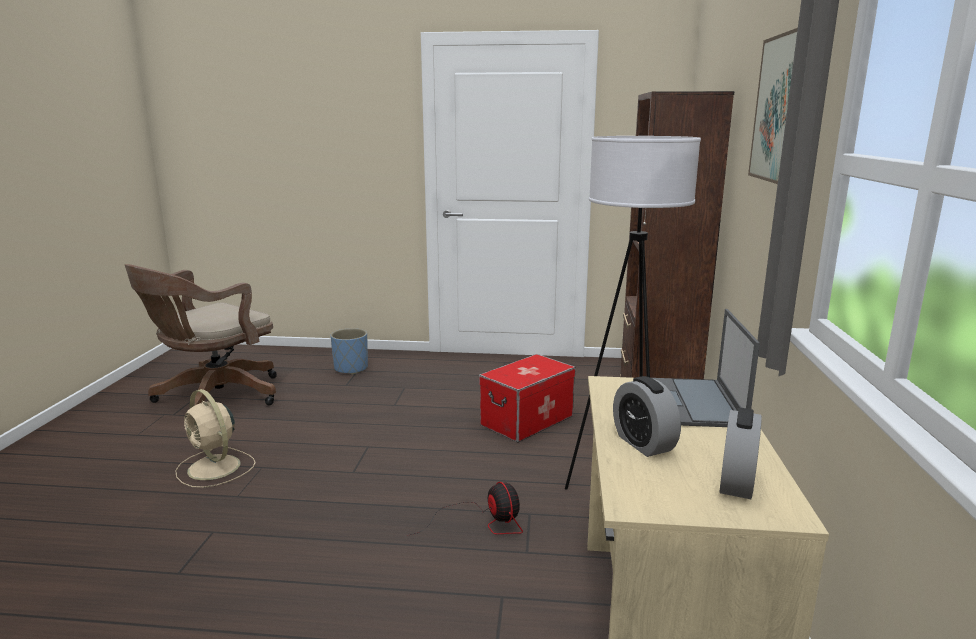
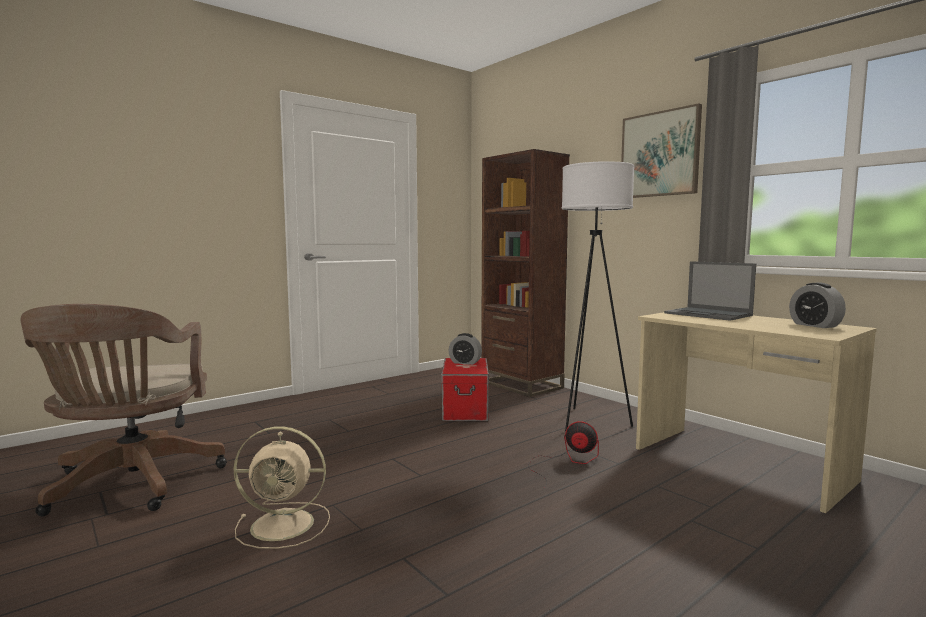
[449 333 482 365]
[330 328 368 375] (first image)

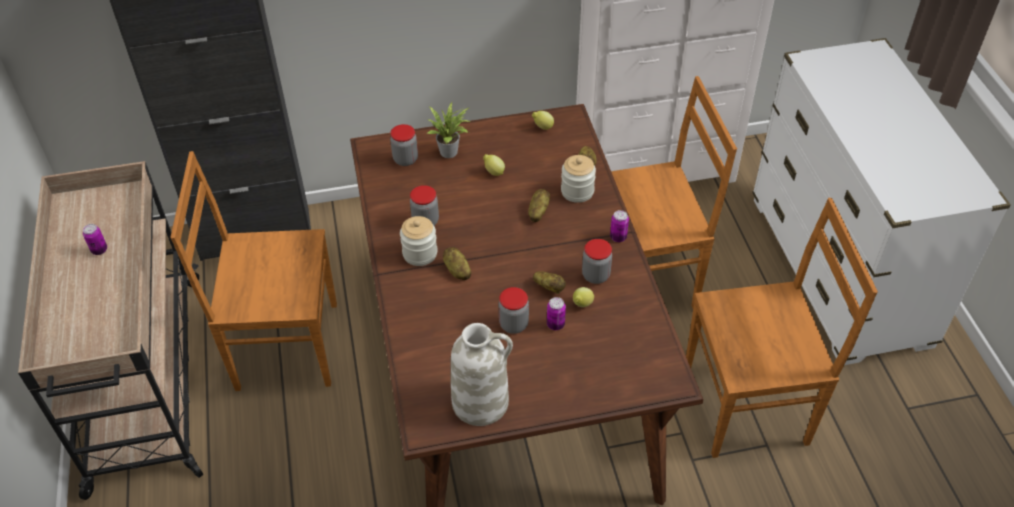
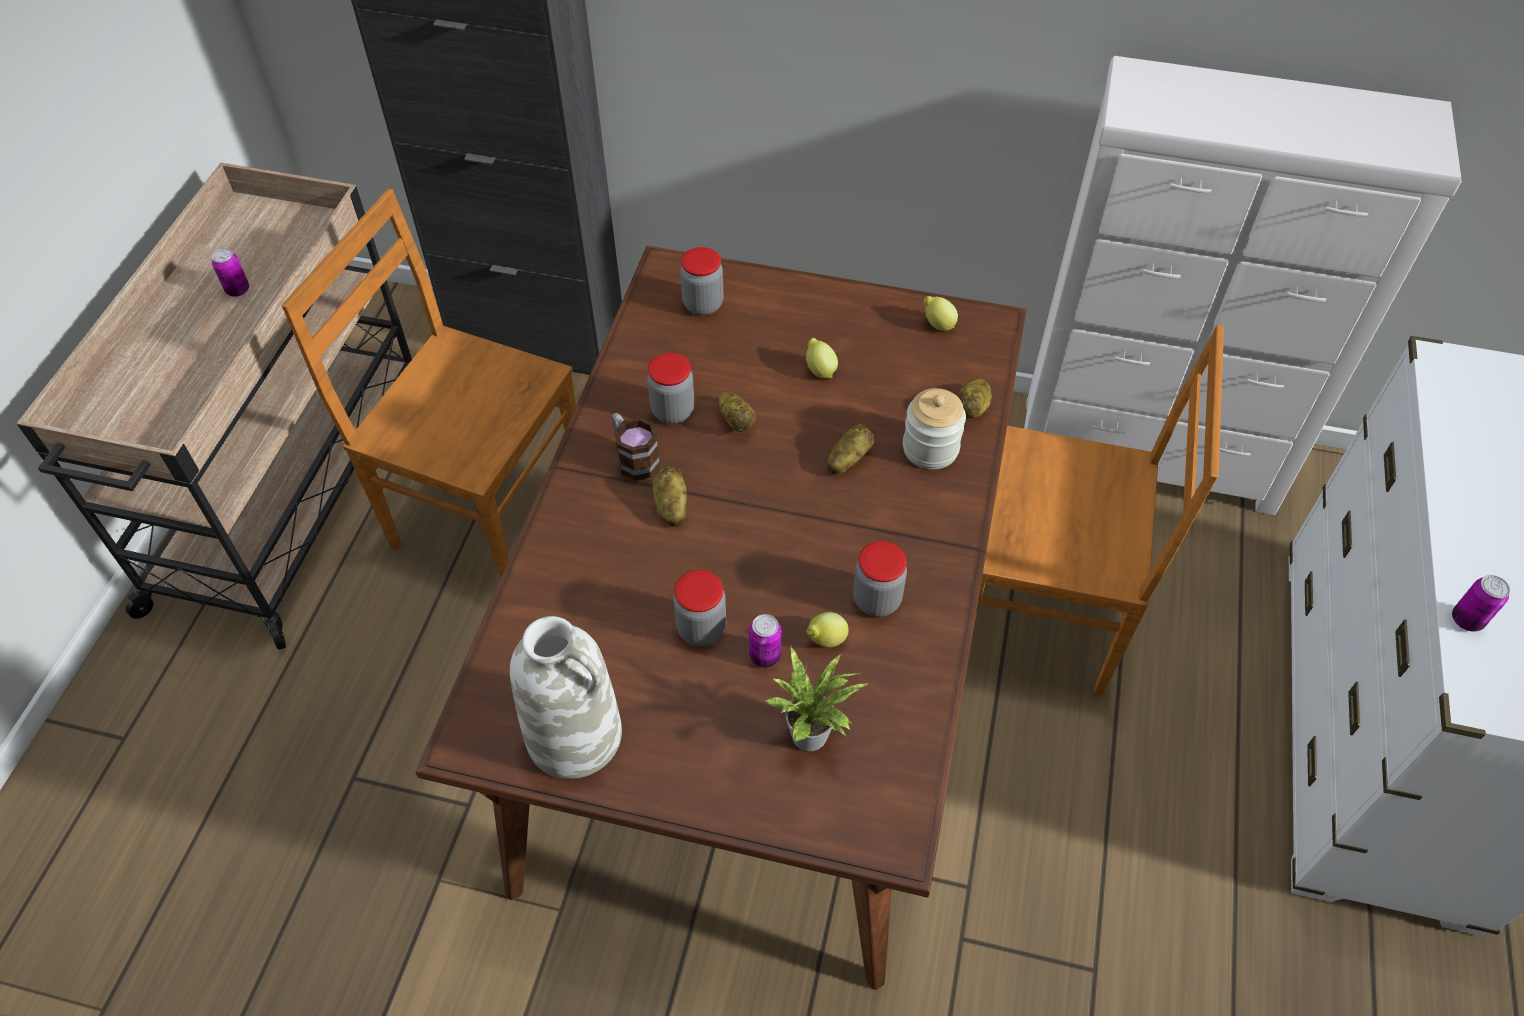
[612 413 661 481]
[718 391 756 433]
[765 647 869 751]
[1452 575 1510 632]
[686 198 878 458] (first image)

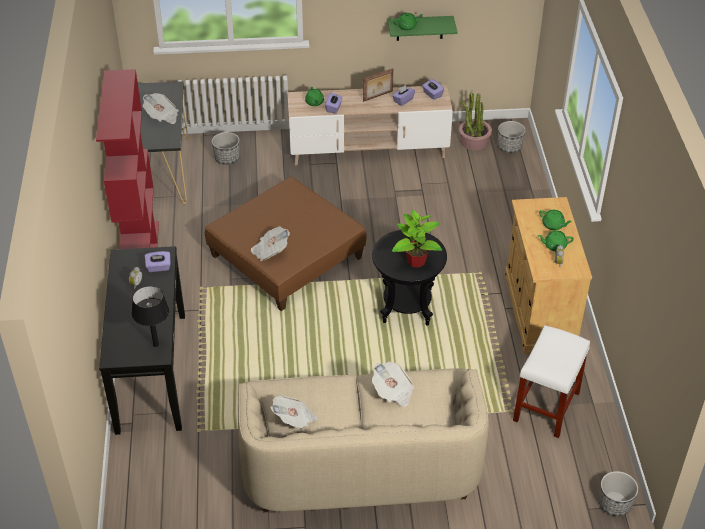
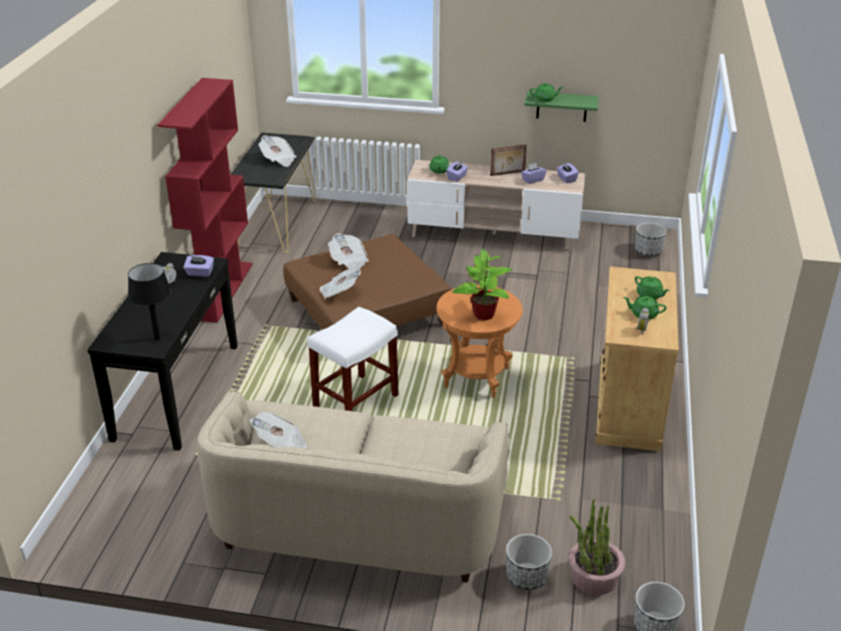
[307 307 399 411]
[328 233 369 270]
[436 285 523 398]
[506 534 552 590]
[569 499 625 595]

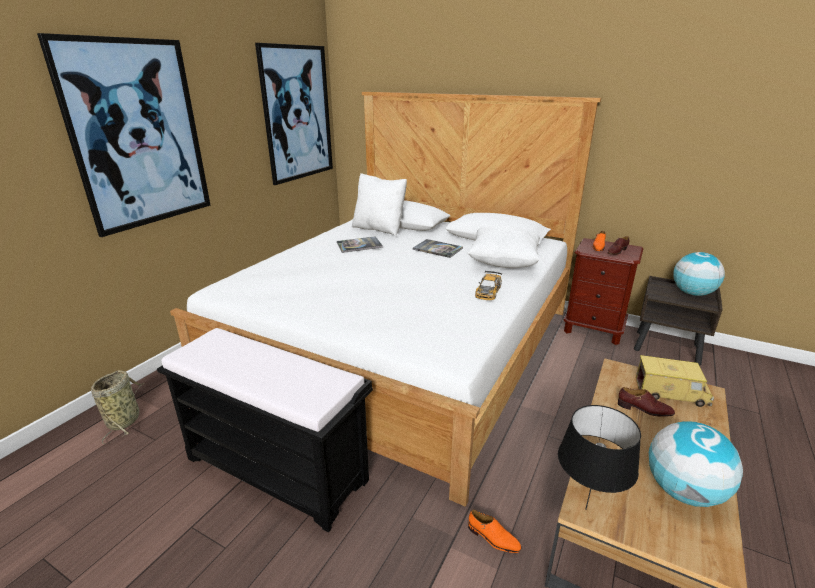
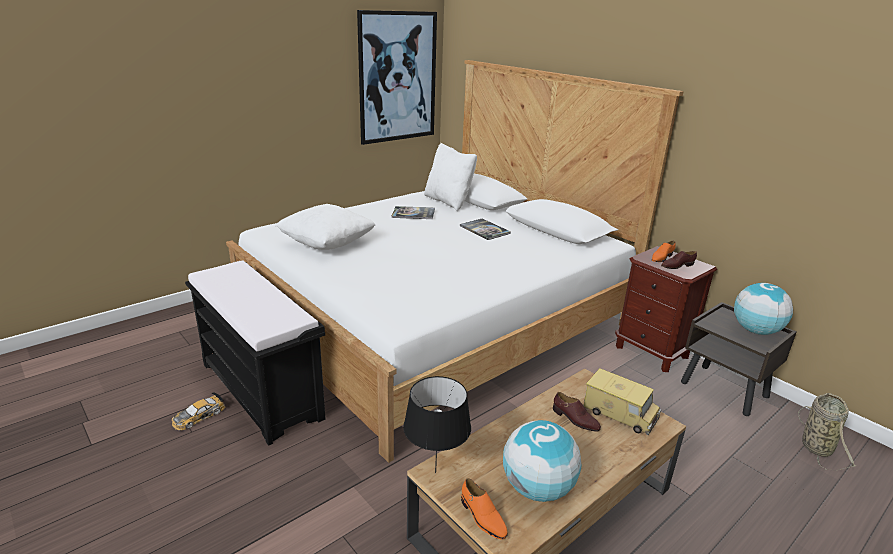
[172 392 225 431]
[275 204 375 250]
[461 478 508 540]
[798 393 855 470]
[37 33 211 237] (first image)

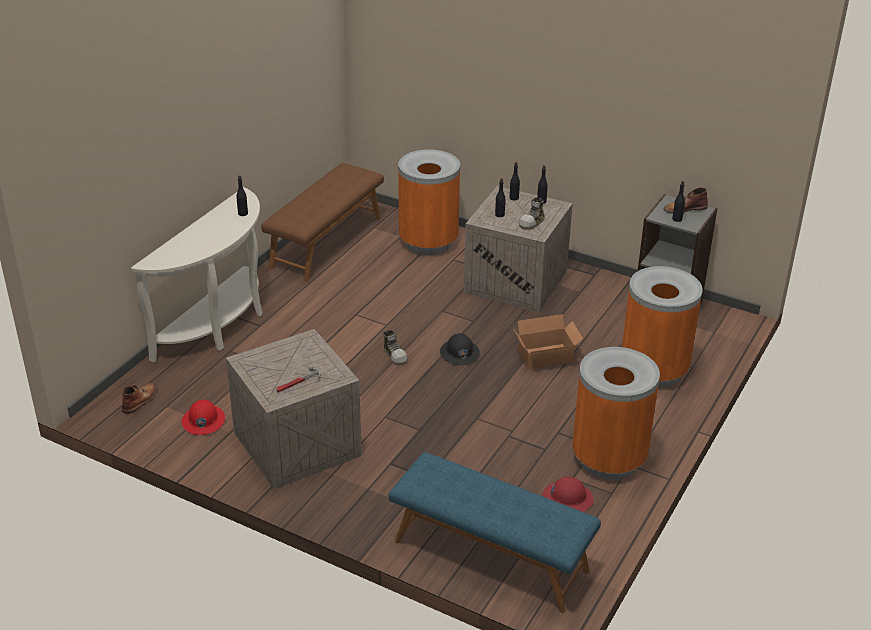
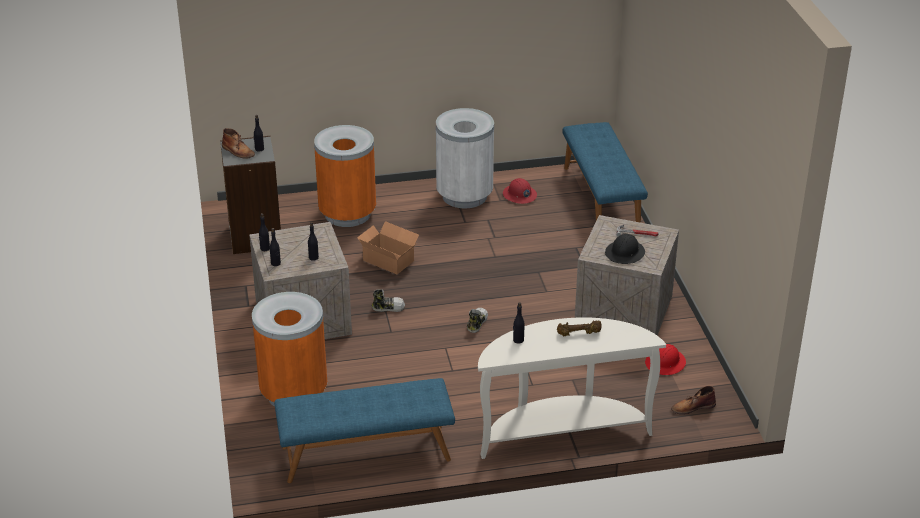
[274 378 455 483]
[372 289 405 312]
[436 108 494 208]
[557 320 602 336]
[605 234 645 264]

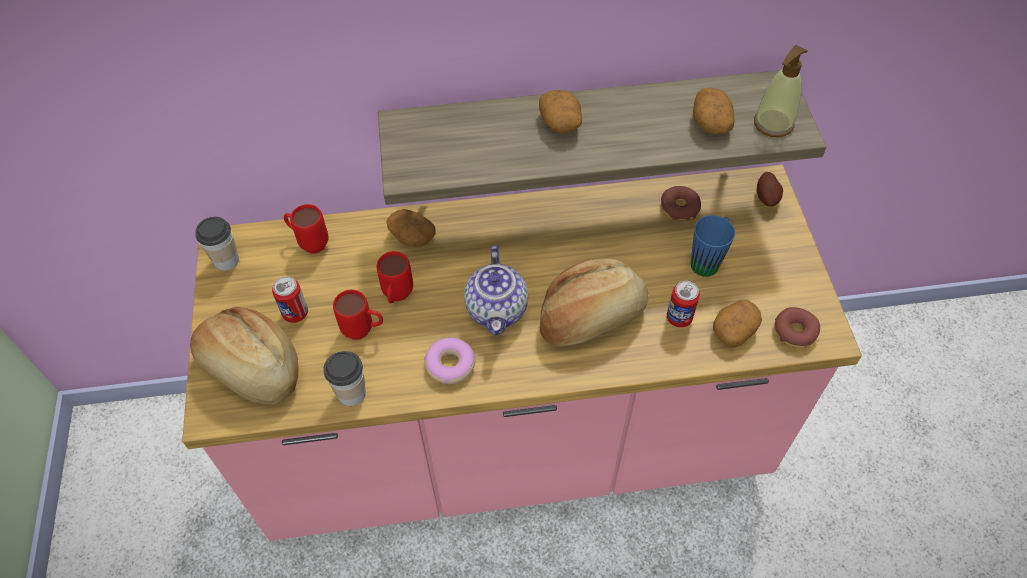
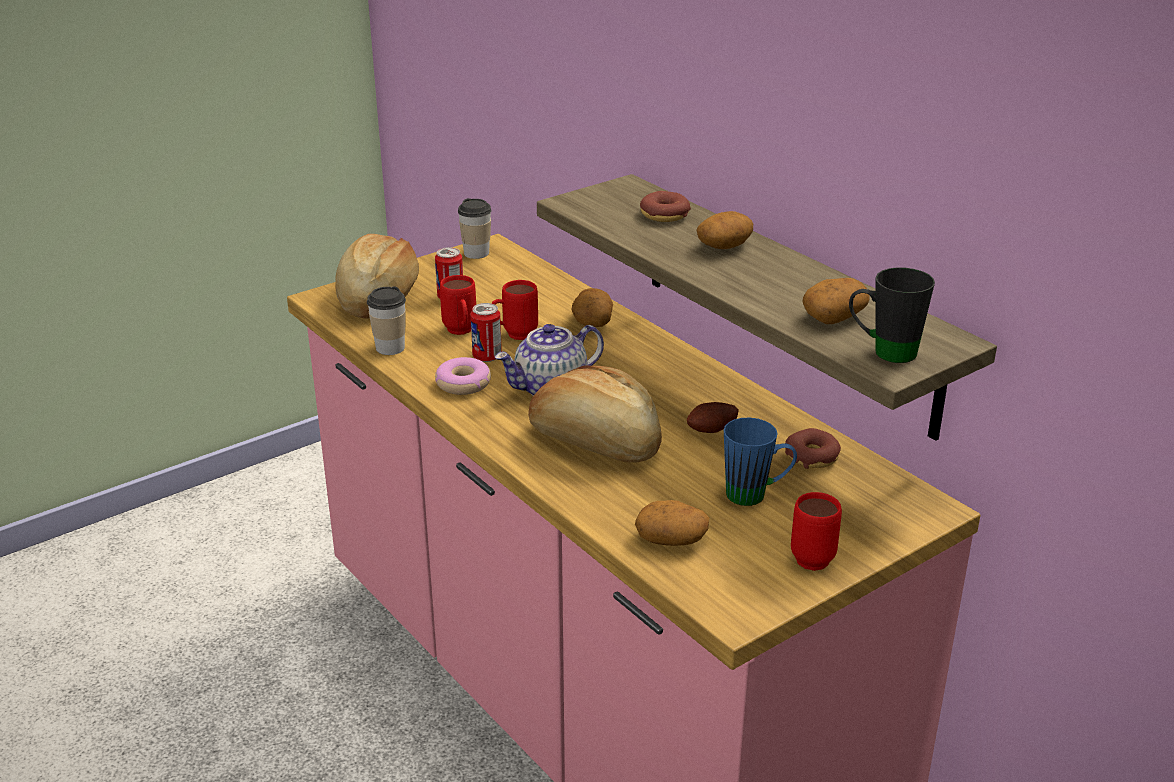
[471 303 502 362]
[640 191 691 222]
[687 402 739 433]
[791 492 842 571]
[849 267 935 363]

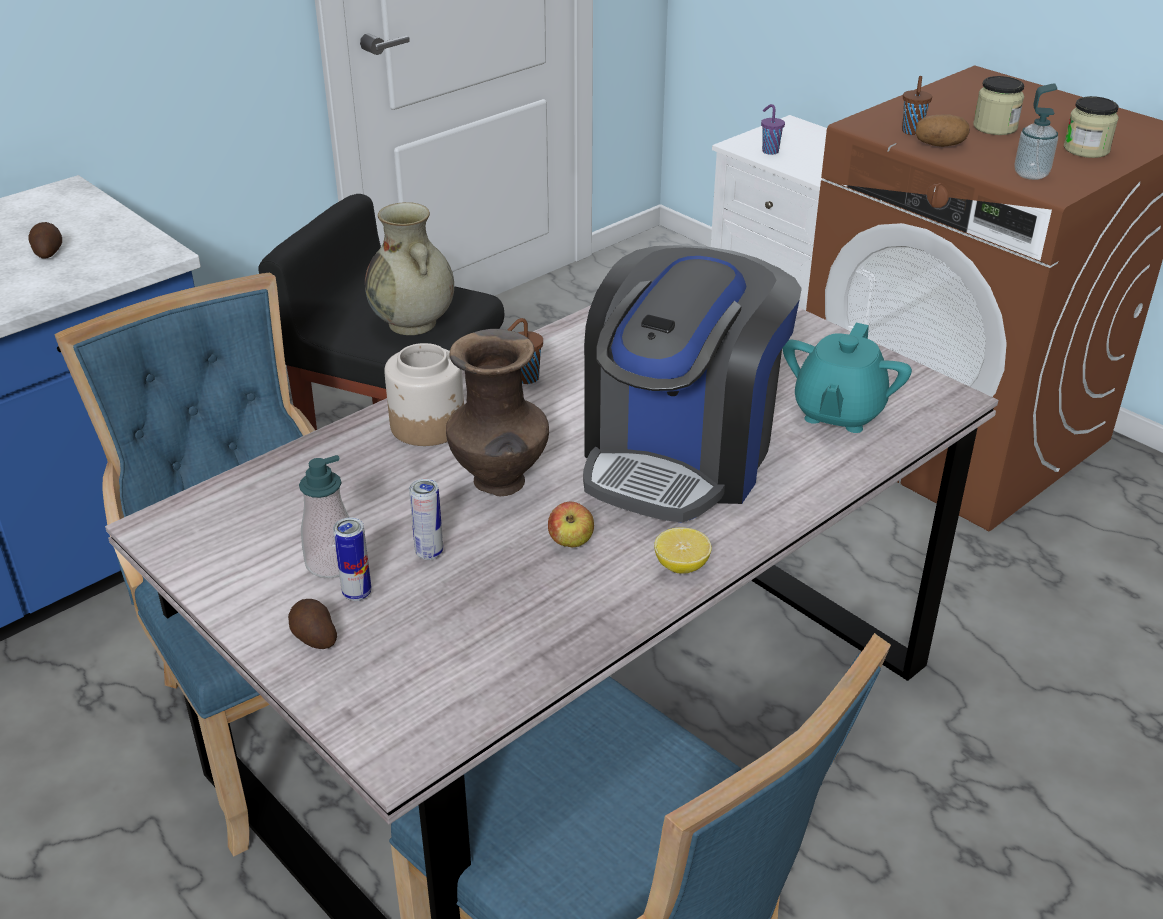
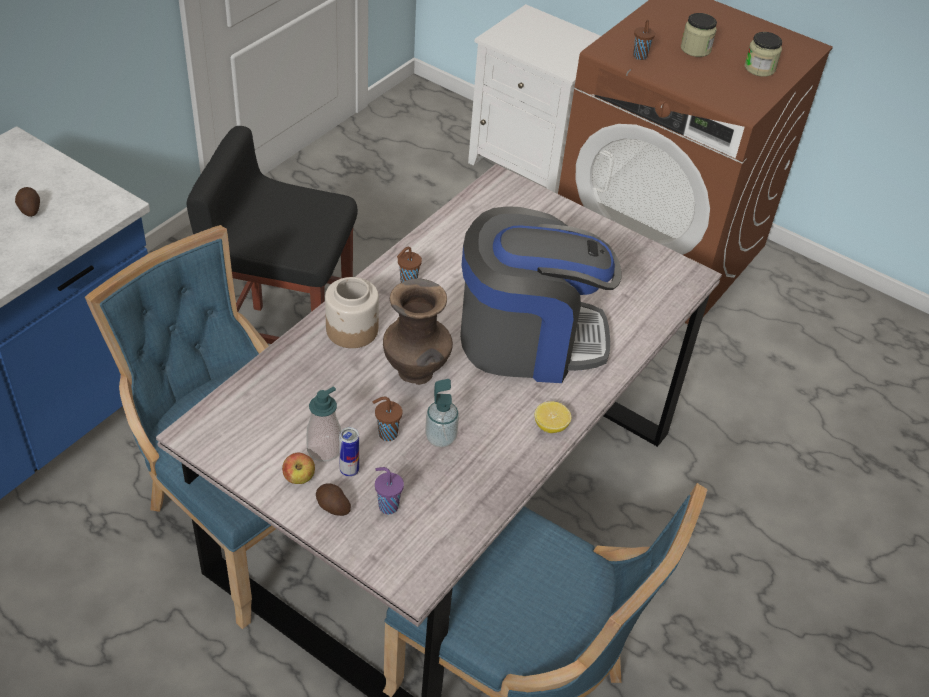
[282 453 315 484]
[373 397 403 441]
[375 467 404 514]
[425 379 459 448]
[460 206 621 383]
[365 202 454 335] (first image)
[783 323 912 433] (first image)
[915 114 970 147] (first image)

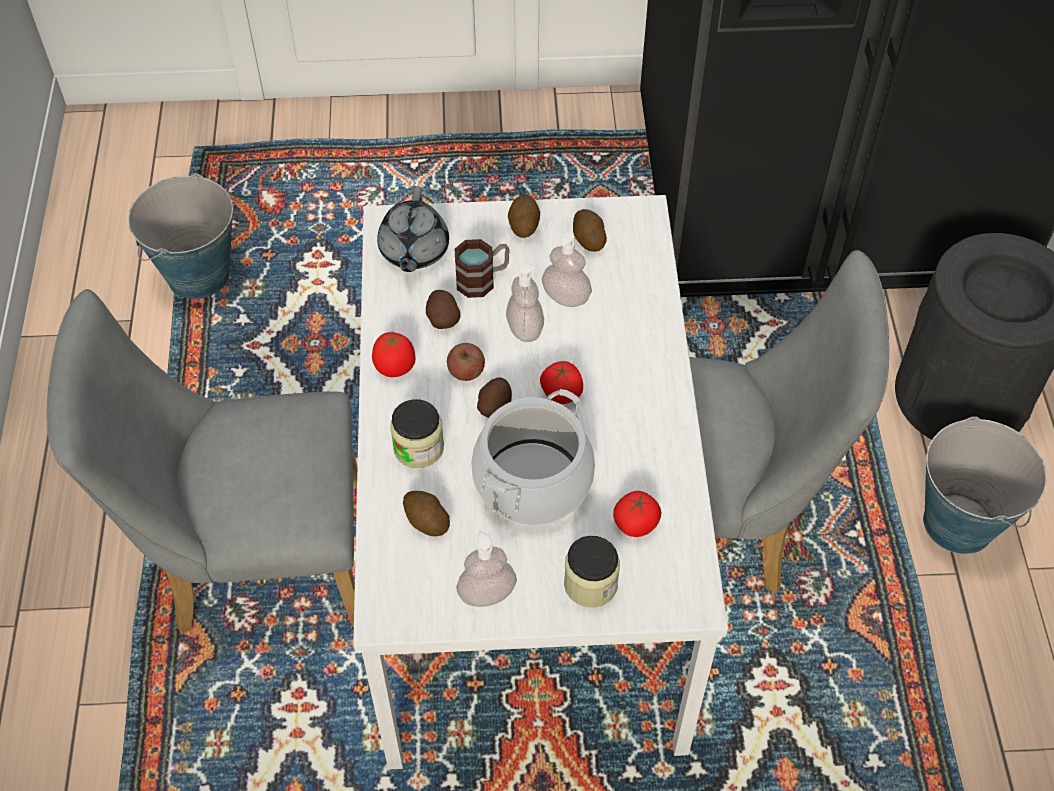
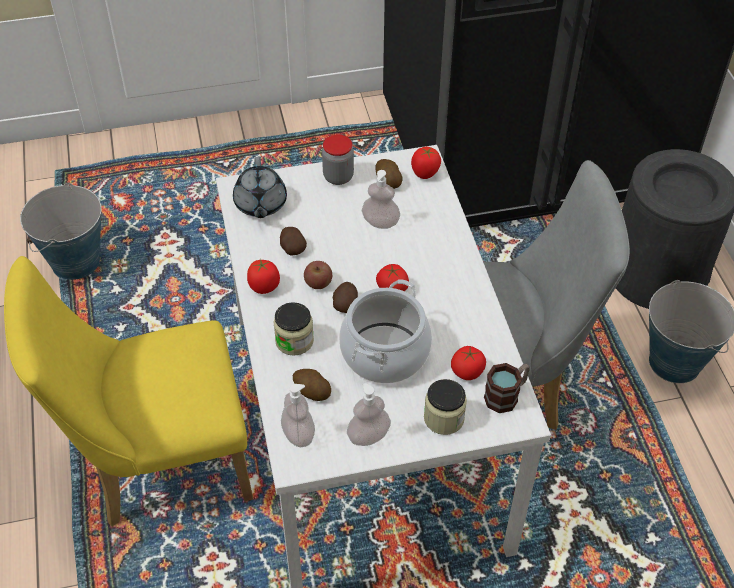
[4 256 253 527]
[281 384 315 447]
[322 135 354 185]
[411 147 441 179]
[484 363 530 413]

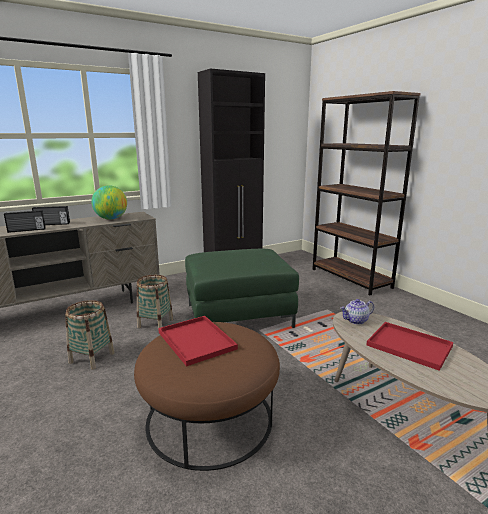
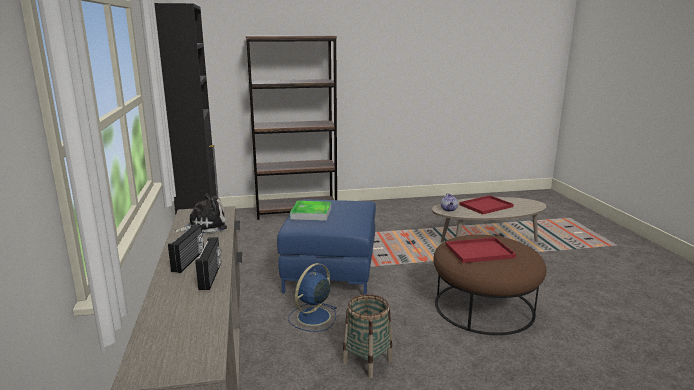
[174 193 227 233]
[277 199 376 294]
[288 263 337 332]
[290 201 331 221]

